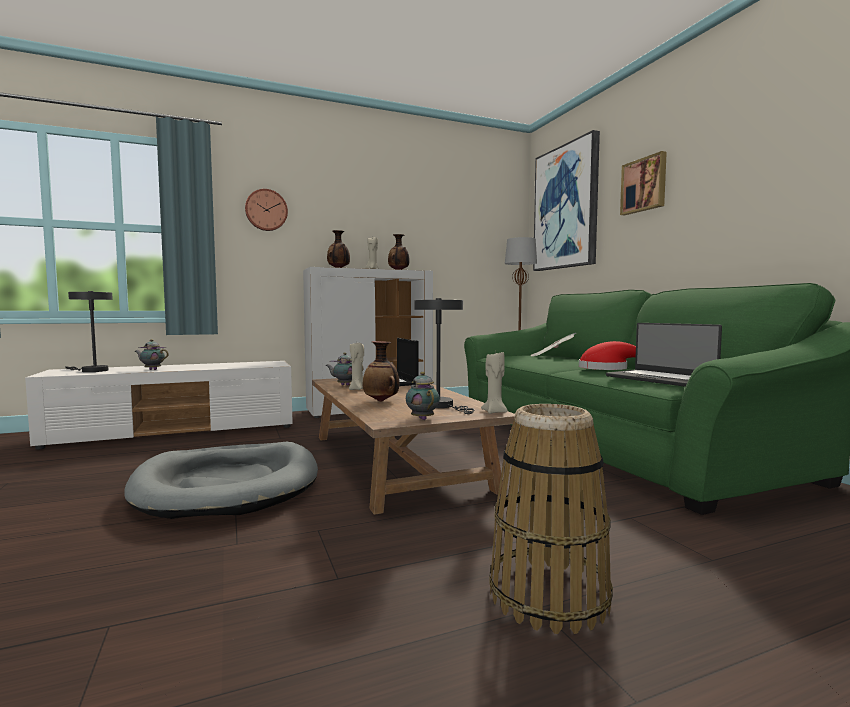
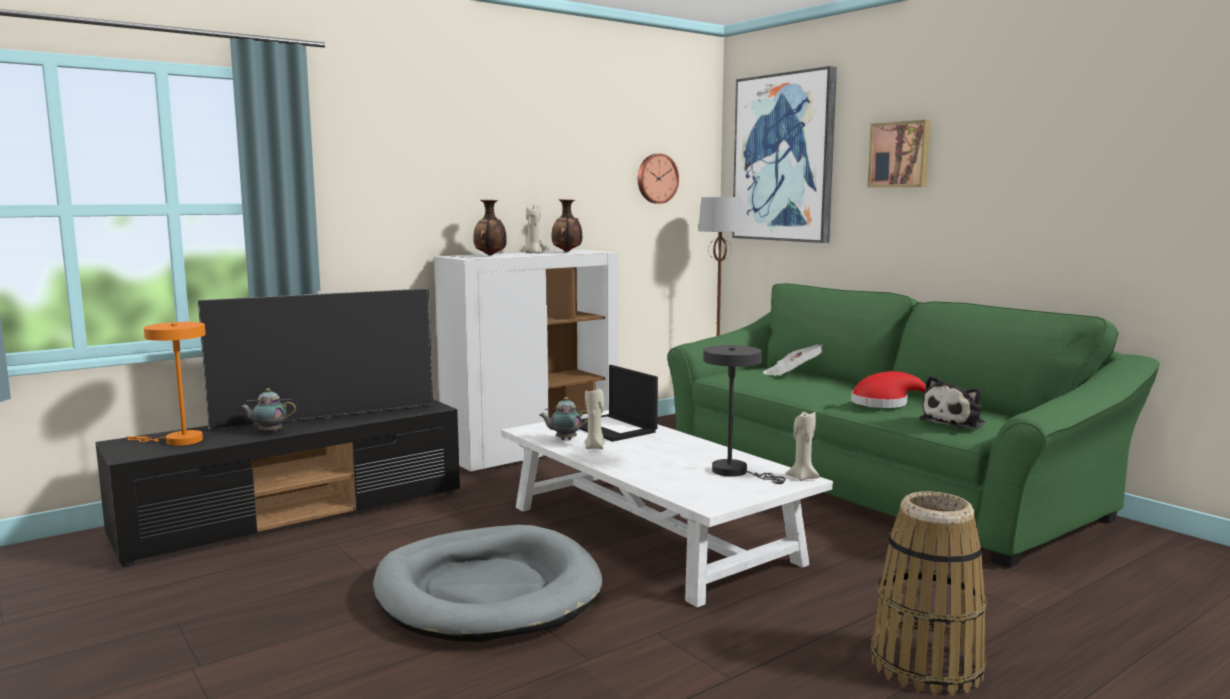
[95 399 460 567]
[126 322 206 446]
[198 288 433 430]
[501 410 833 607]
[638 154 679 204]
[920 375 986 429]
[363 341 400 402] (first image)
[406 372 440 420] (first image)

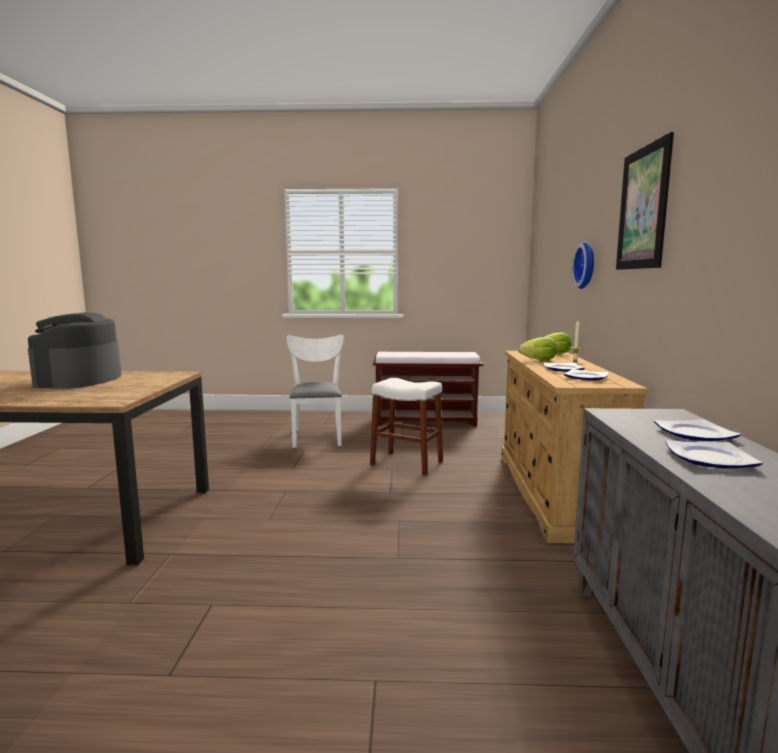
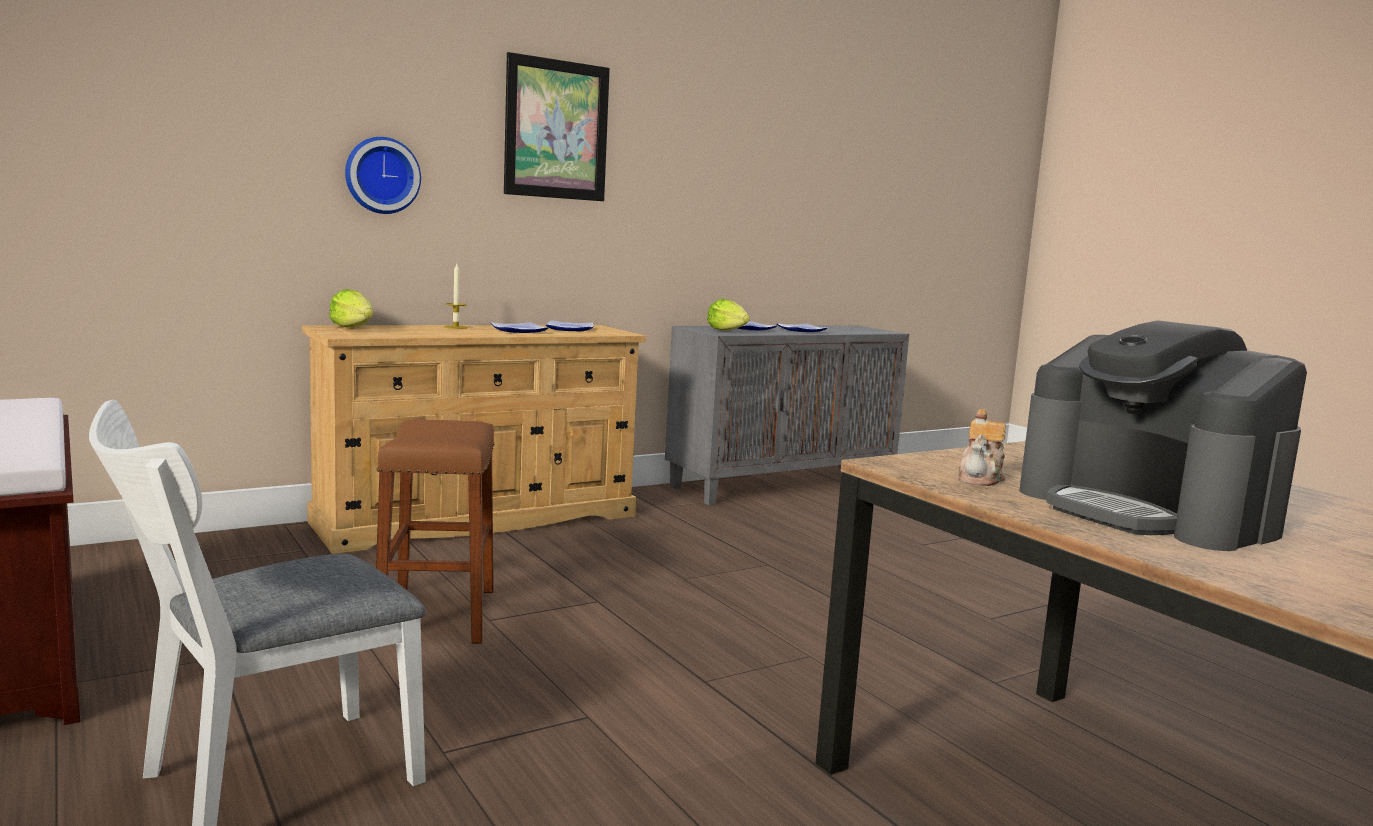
[376 419 495 644]
[707 299 750 330]
[958 409 1006 486]
[1019 320 1307 551]

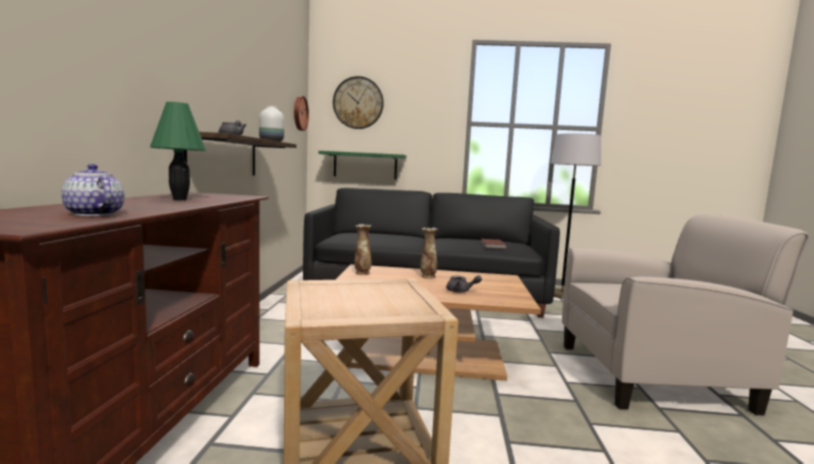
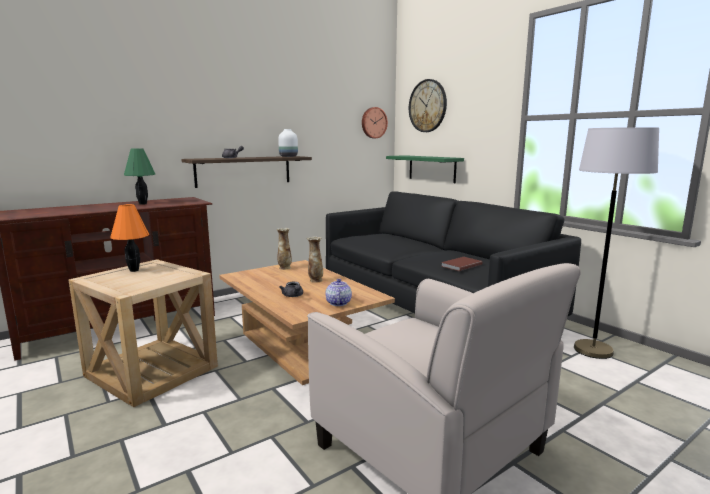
[110 204 149 272]
[326 279 352 306]

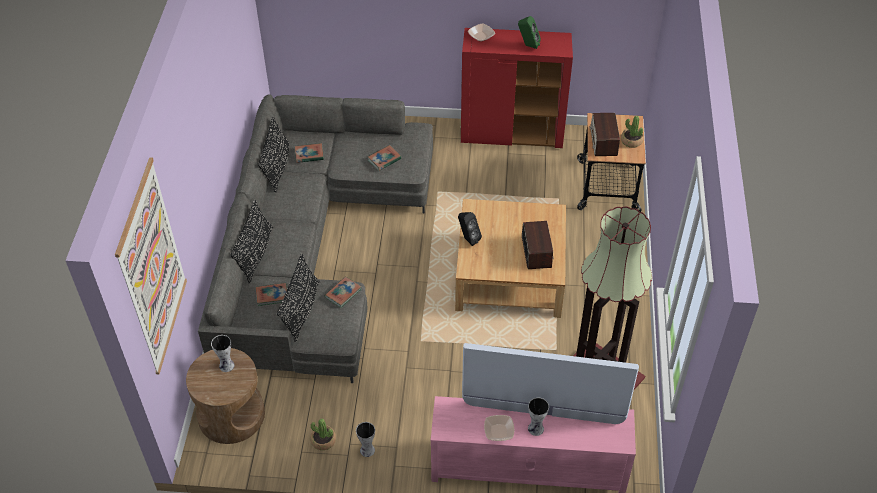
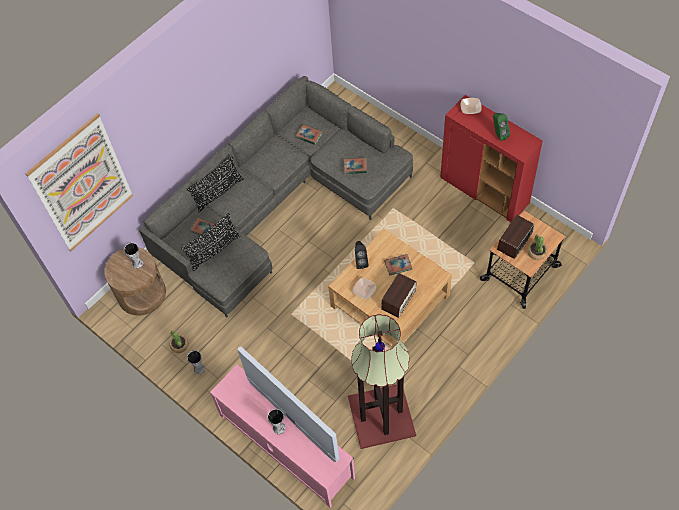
[353 278 376 299]
[384 254 412 276]
[258 116 290 193] (first image)

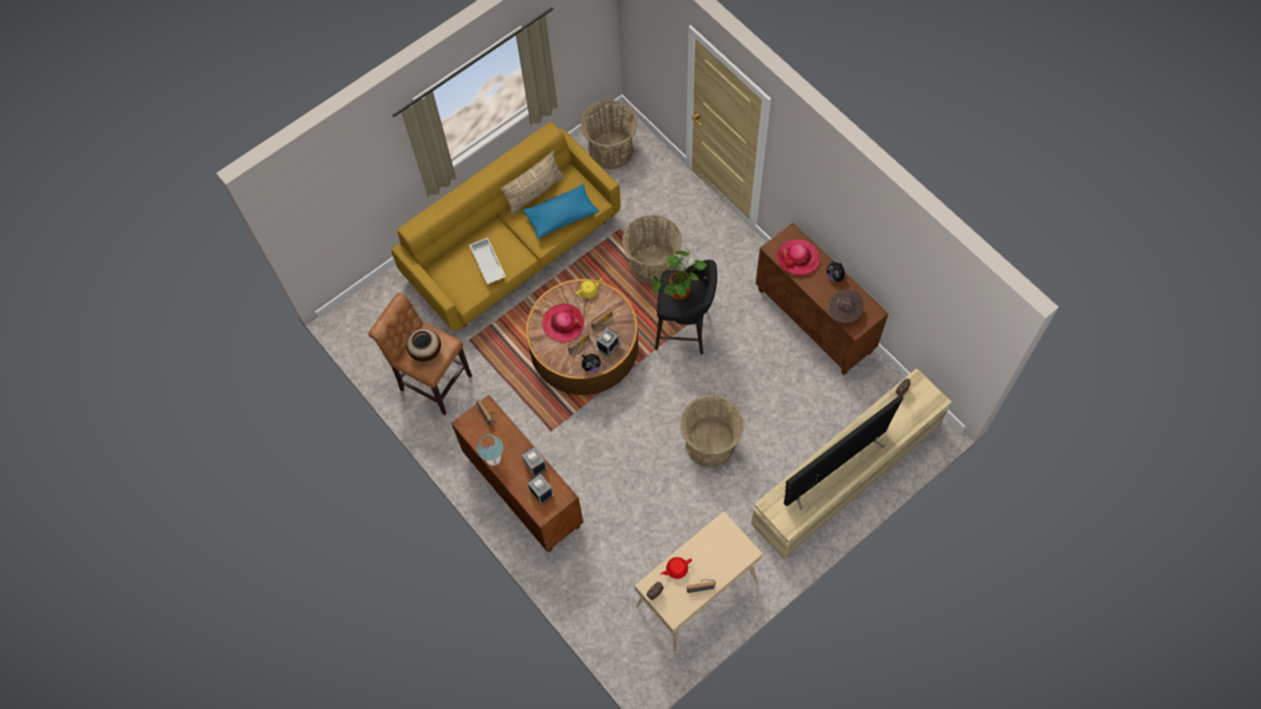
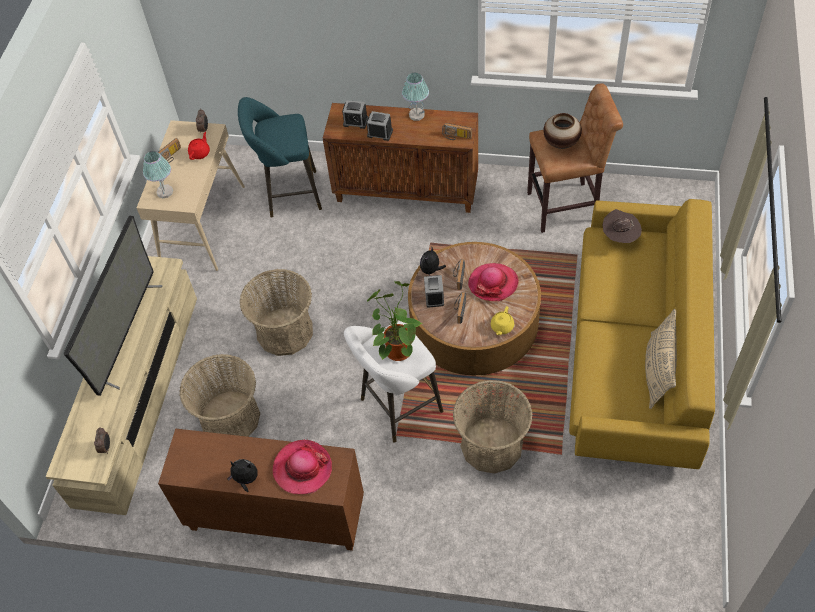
[143 151 173 198]
[179 354 260 437]
[238 97 322 218]
[344 321 443 443]
[602 209 642 243]
[469 237 506 284] (first image)
[523 184 599 239] (first image)

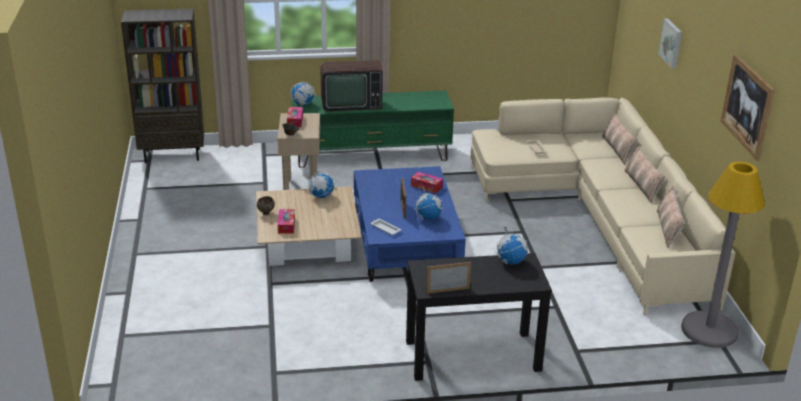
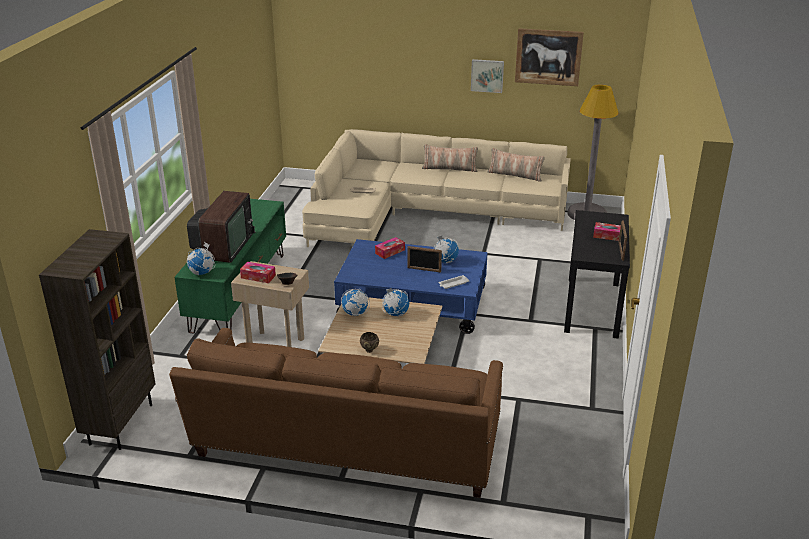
[169 328 503 498]
[382 288 409 317]
[471 59 504 93]
[593 222 621 241]
[602 112 638 165] (first image)

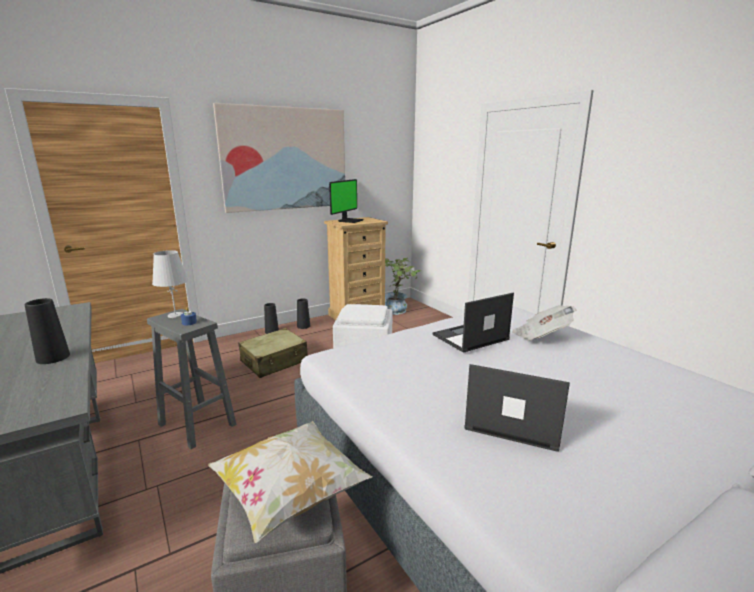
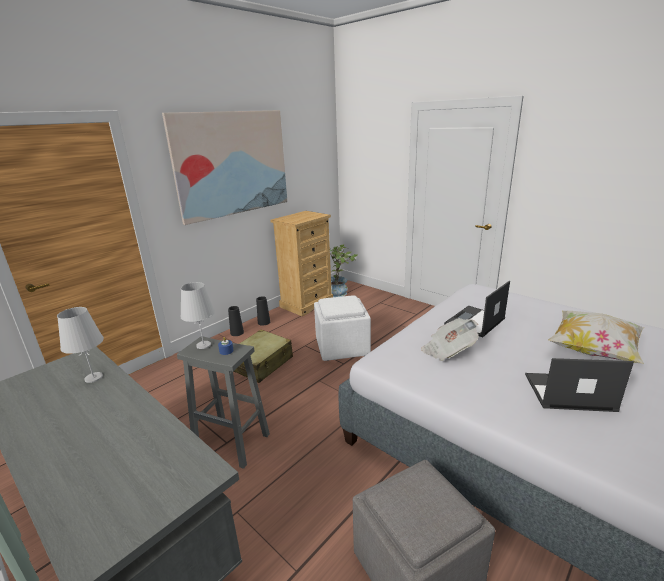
[57 307 104 383]
[421 318 479 361]
[548 311 644 364]
[25 298 70 364] (first image)
[329 179 364 223] (first image)

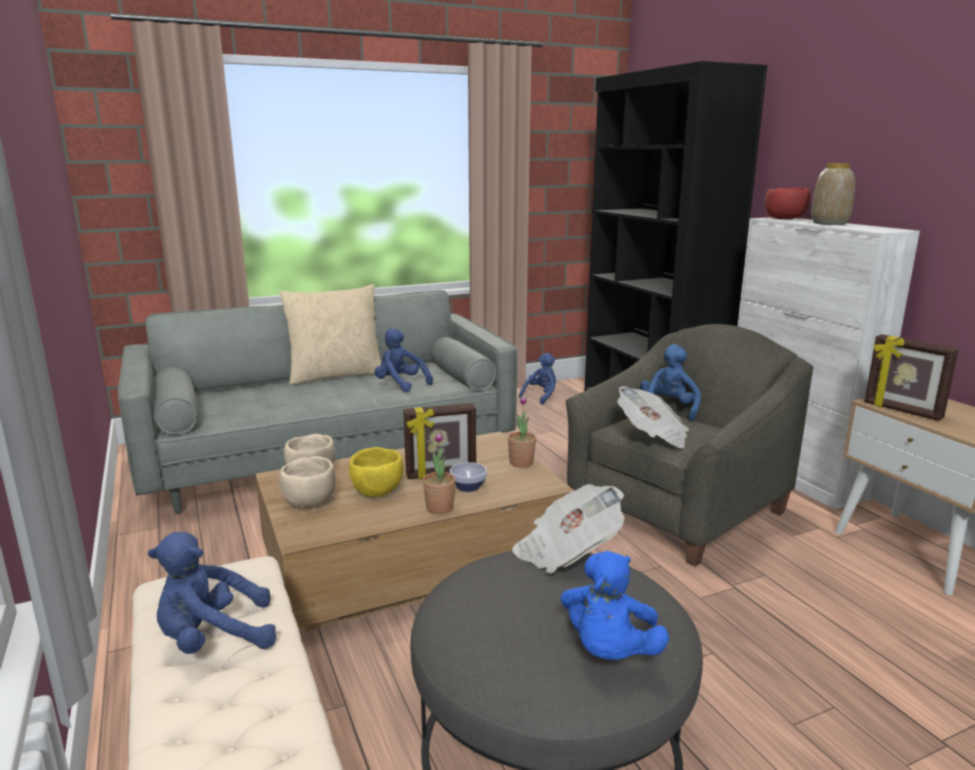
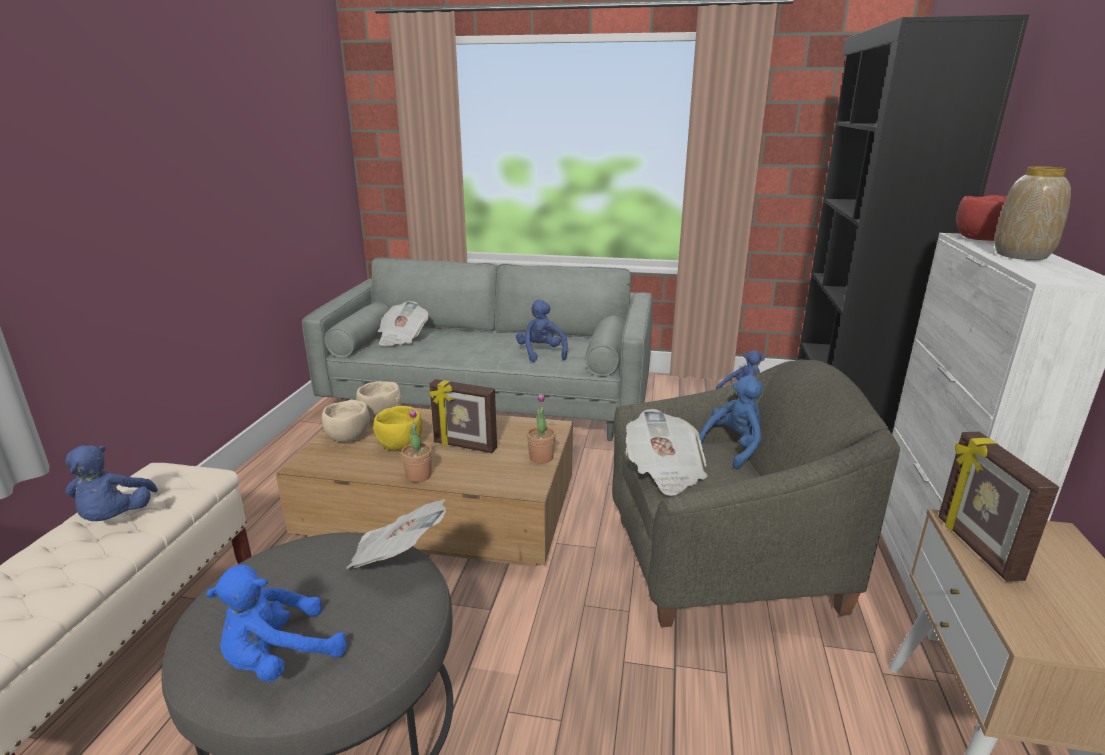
[65 445 158 521]
[378 301 429 346]
[279 284 381 385] (first image)
[450 462 487 492] (first image)

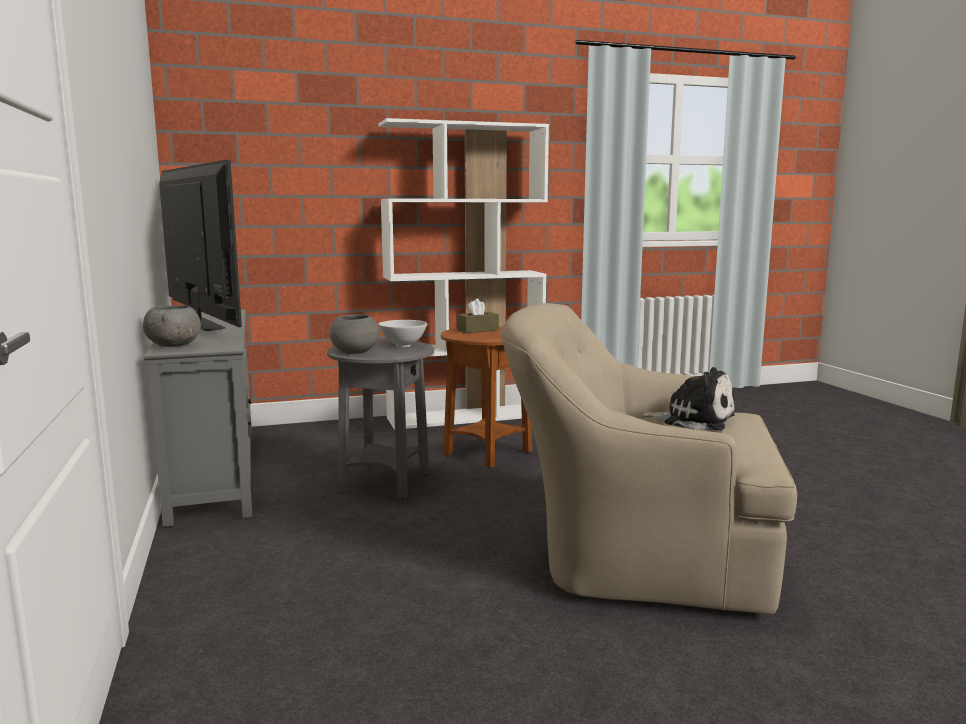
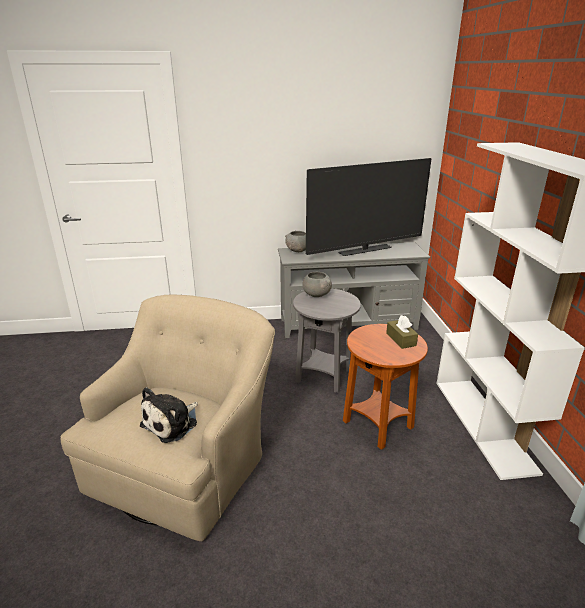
[378 320 427 347] (first image)

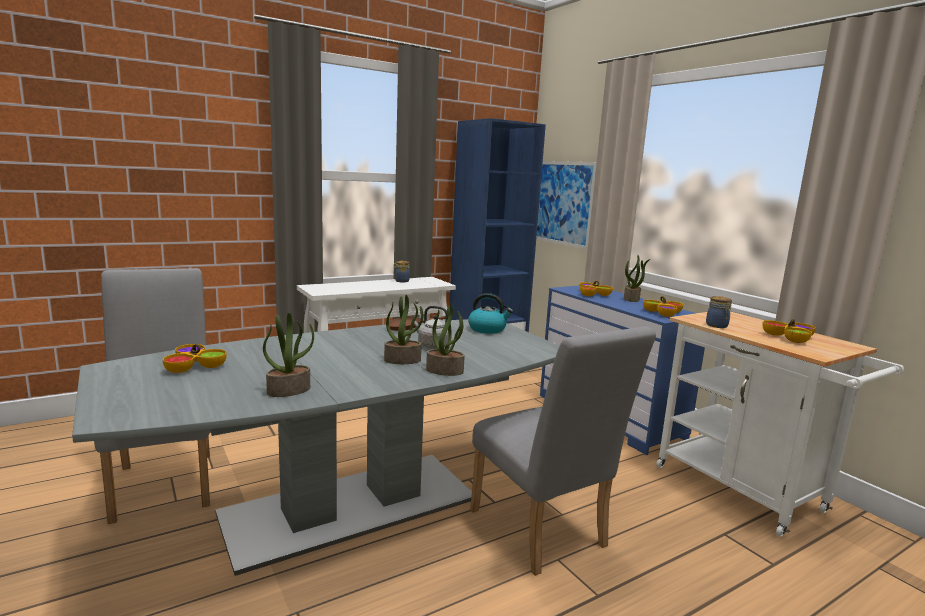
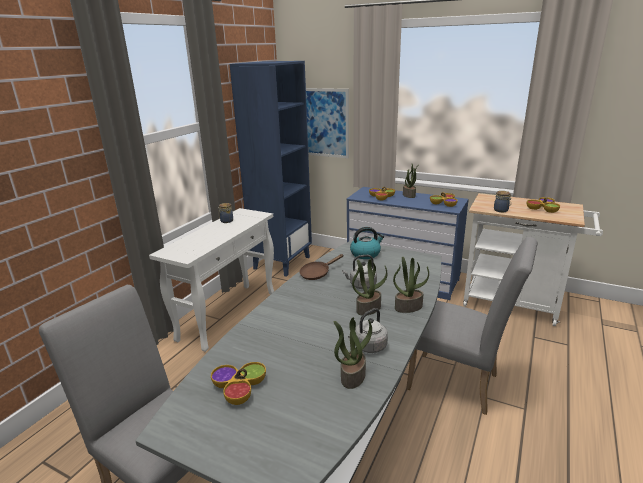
[348 308 388 353]

